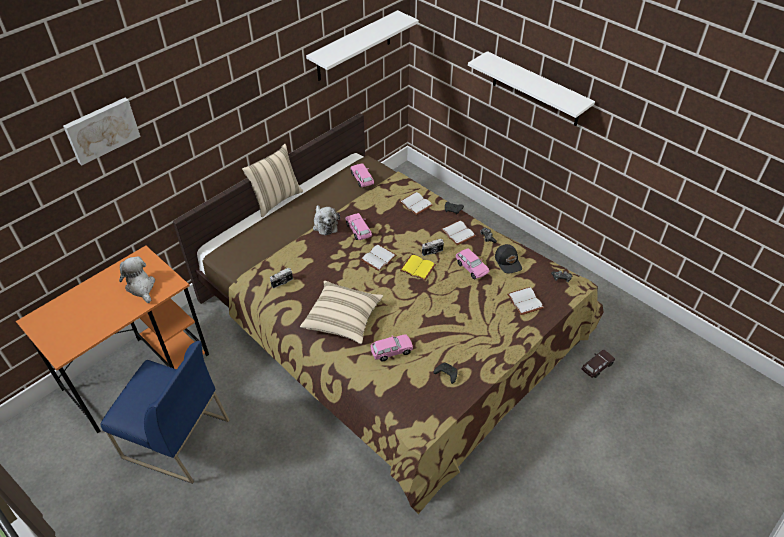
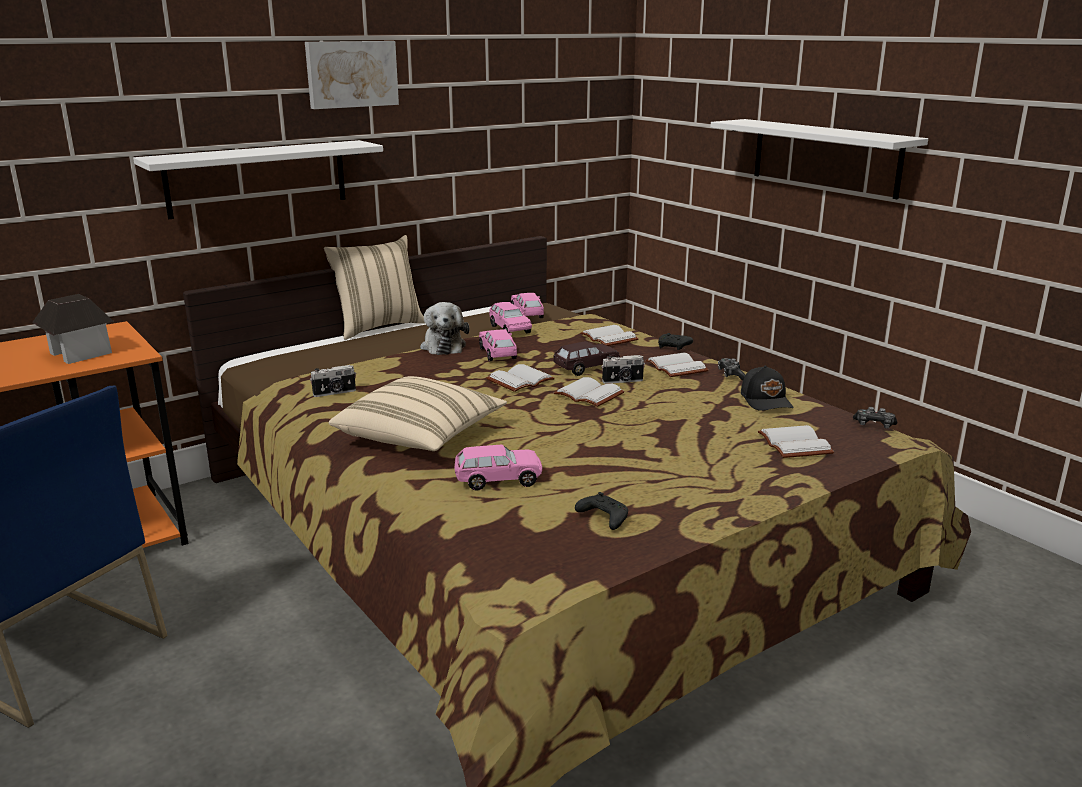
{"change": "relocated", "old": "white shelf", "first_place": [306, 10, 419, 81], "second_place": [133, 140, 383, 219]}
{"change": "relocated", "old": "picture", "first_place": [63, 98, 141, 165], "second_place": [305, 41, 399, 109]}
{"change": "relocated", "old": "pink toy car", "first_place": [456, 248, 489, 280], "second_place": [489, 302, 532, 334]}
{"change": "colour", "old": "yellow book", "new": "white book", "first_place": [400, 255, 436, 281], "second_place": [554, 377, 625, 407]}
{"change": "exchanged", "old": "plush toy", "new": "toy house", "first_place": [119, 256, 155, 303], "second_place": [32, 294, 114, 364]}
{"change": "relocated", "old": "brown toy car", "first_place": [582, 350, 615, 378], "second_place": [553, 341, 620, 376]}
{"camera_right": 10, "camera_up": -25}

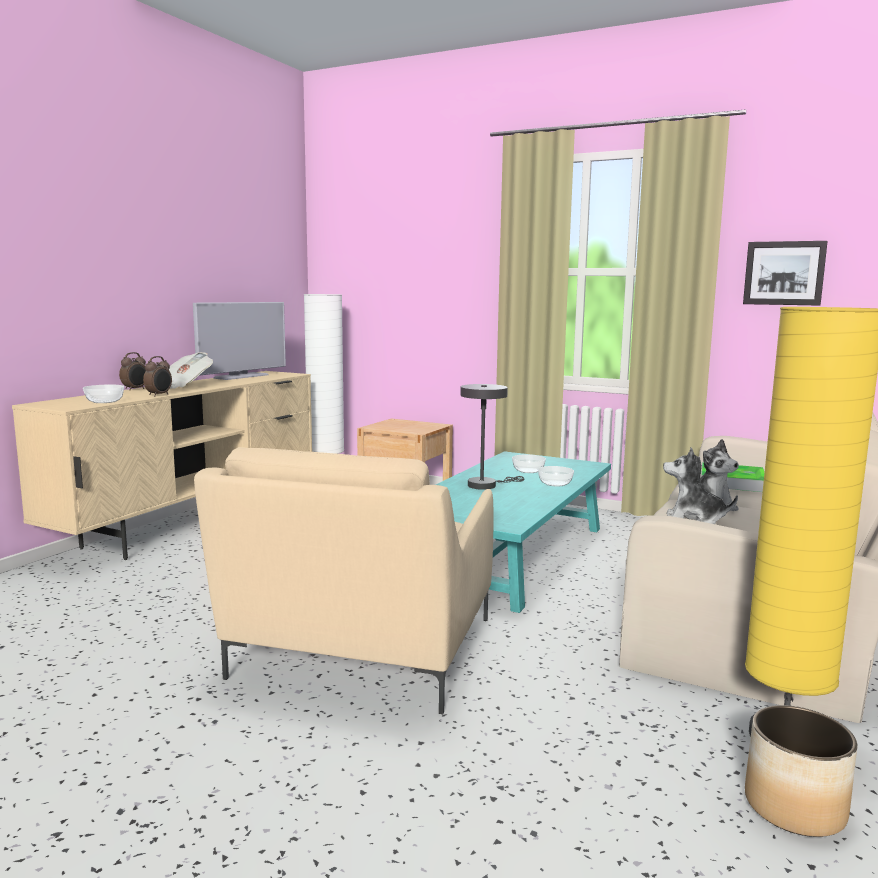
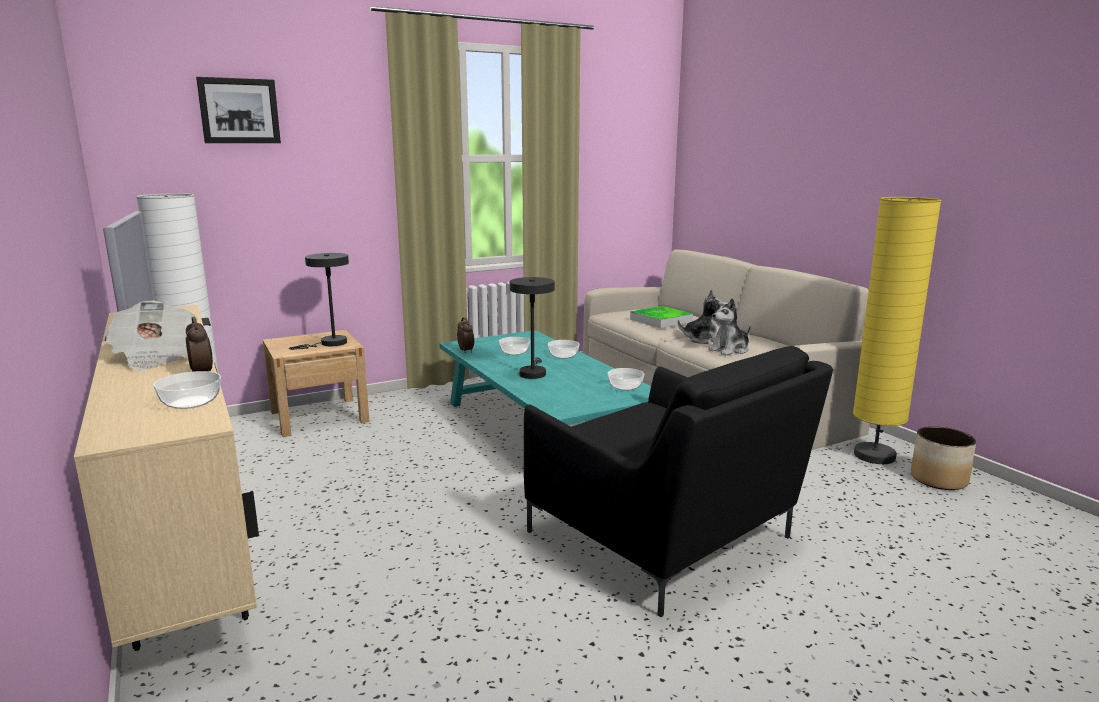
{"change": "relocated", "old": "picture", "first_place": [743, 241, 828, 306], "second_place": [196, 77, 281, 143]}
{"change": "relocated", "old": "alarm clock", "first_place": [119, 352, 146, 390], "second_place": [457, 317, 474, 353]}
{"change": "colour", "old": "beige armchair", "new": "black armchair", "first_place": [194, 447, 493, 714], "second_place": [524, 346, 833, 617]}
{"change": "appeared", "new": "grey table lamp", "second_place": [289, 253, 349, 350]}
{"change": "appeared", "new": "bowl", "second_place": [607, 368, 644, 391]}
{"camera_right": -55, "camera_up": 5}

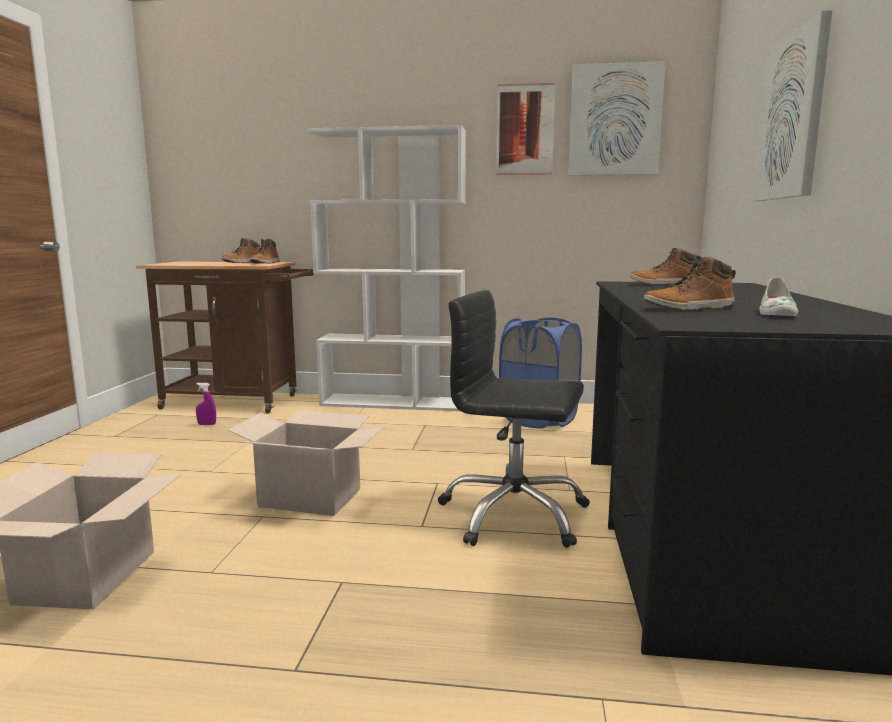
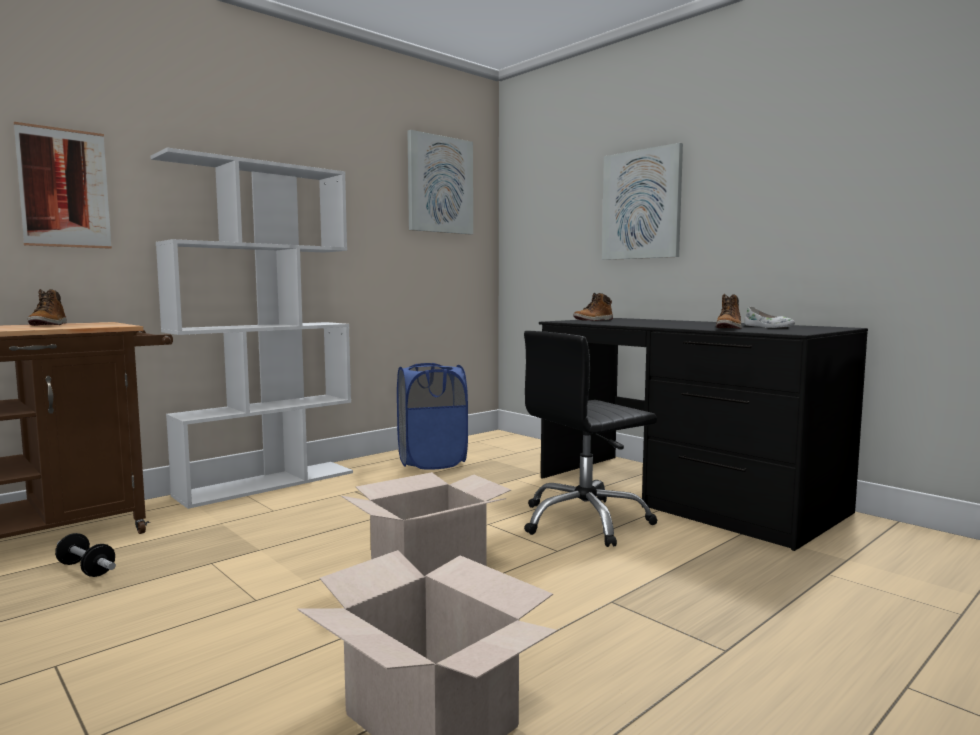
{"change": "relocated", "old": "picture", "first_place": [496, 83, 555, 175], "second_place": [14, 122, 112, 249]}
{"change": "missing", "old": "boot", "first_place": [250, 238, 279, 264]}
{"change": "exchanged", "old": "purple spray bottle", "new": "dumbbell", "first_place": [196, 383, 216, 425], "second_place": [55, 533, 116, 577]}
{"camera_right": -50, "camera_up": -5}

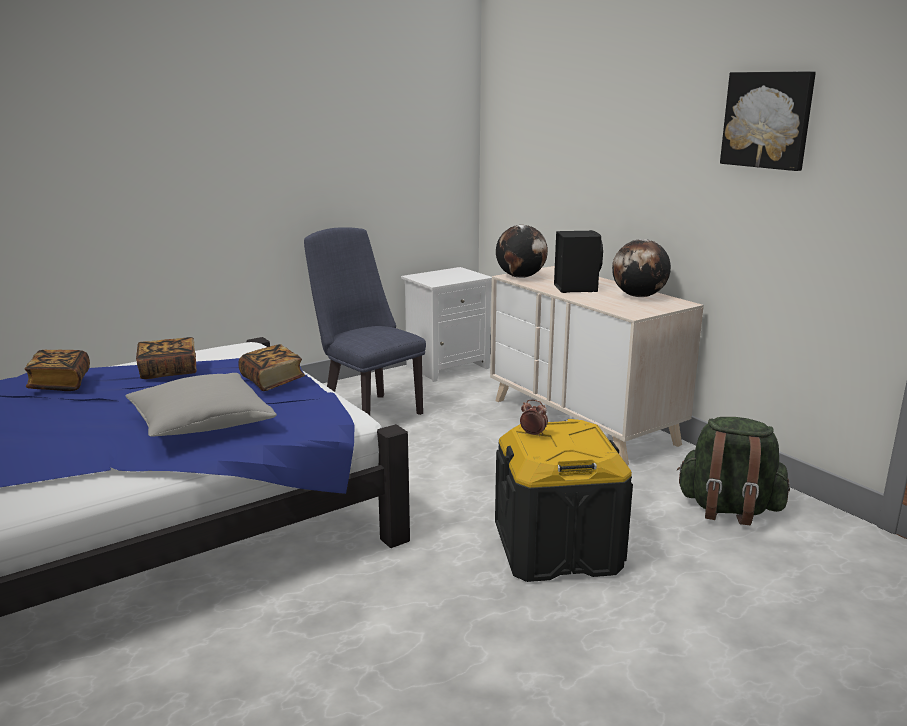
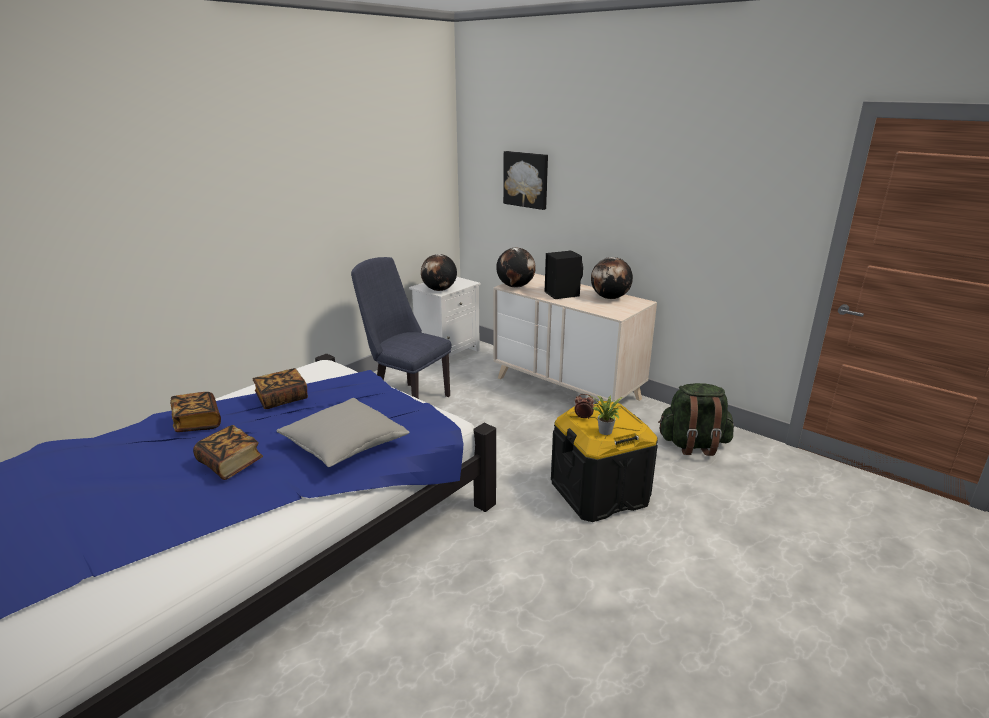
{"change": "relocated", "old": "picture", "first_place": [720, 71, 816, 171], "second_place": [503, 151, 548, 210]}
{"change": "relocated", "old": "book", "first_place": [238, 344, 305, 391], "second_place": [193, 425, 263, 480]}
{"change": "appeared", "new": "globe", "second_place": [421, 254, 457, 291]}
{"change": "appeared", "new": "potted plant", "second_place": [590, 395, 623, 435]}
{"camera_right": -15, "camera_up": 5}

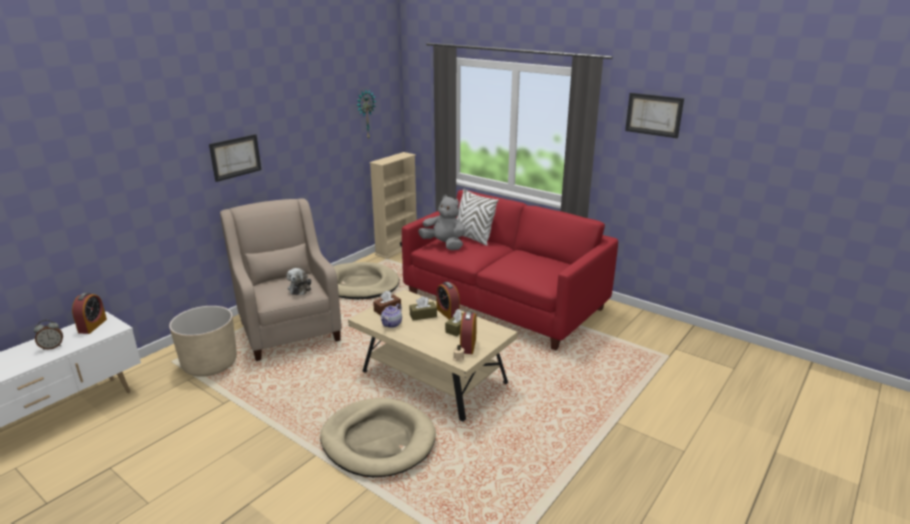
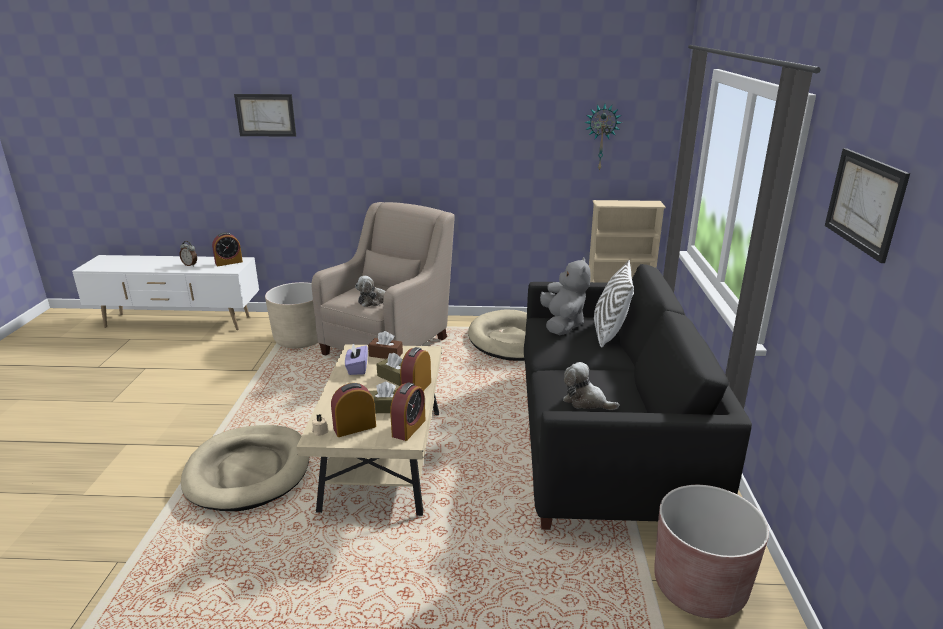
{"change": "relocated", "old": "picture", "first_place": [209, 134, 261, 182], "second_place": [234, 94, 296, 137]}
{"change": "colour", "old": "red sofa", "new": "black sofa", "first_place": [402, 190, 618, 350], "second_place": [524, 264, 752, 530]}
{"change": "exchanged", "old": "teapot", "new": "purple tissue box", "first_place": [380, 303, 402, 328], "second_place": [345, 343, 368, 375]}
{"change": "appeared", "new": "plush toy", "second_place": [563, 362, 619, 410]}
{"change": "appeared", "new": "alarm clock", "second_place": [390, 383, 425, 441]}
{"change": "appeared", "new": "brown planter", "second_place": [654, 485, 769, 619]}
{"camera_right": 55, "camera_up": 0}

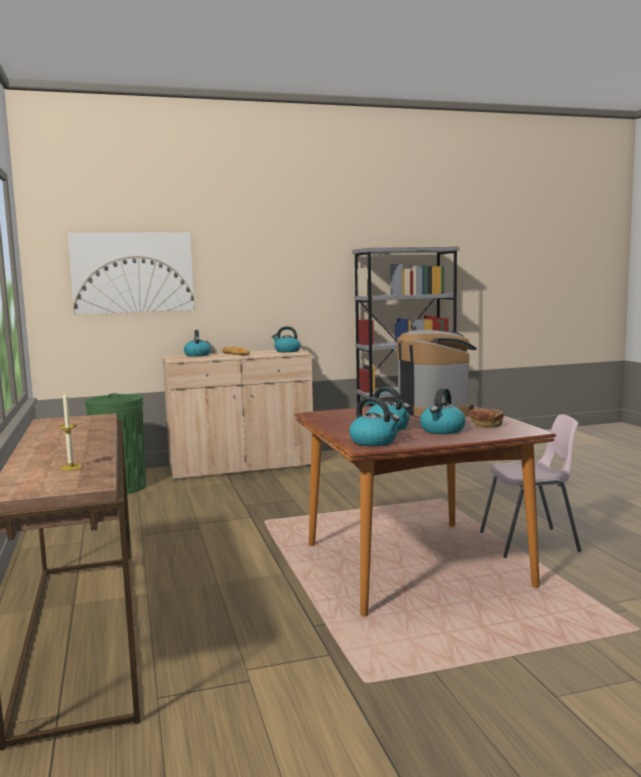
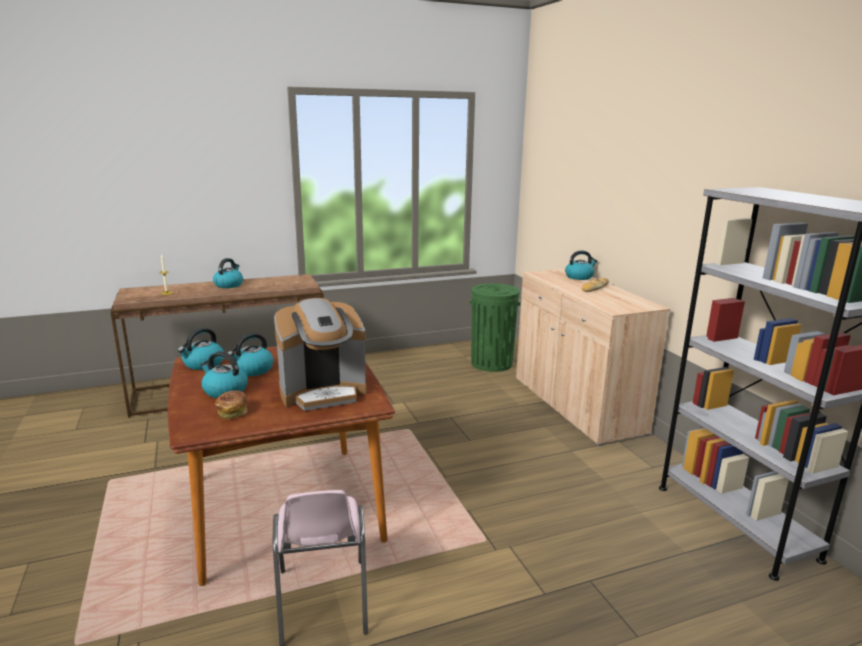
{"change": "missing", "old": "picture", "first_place": [68, 232, 194, 314]}
{"change": "relocated", "old": "kettle", "first_place": [272, 326, 301, 352], "second_place": [213, 258, 243, 288]}
{"camera_right": 85, "camera_up": 10}

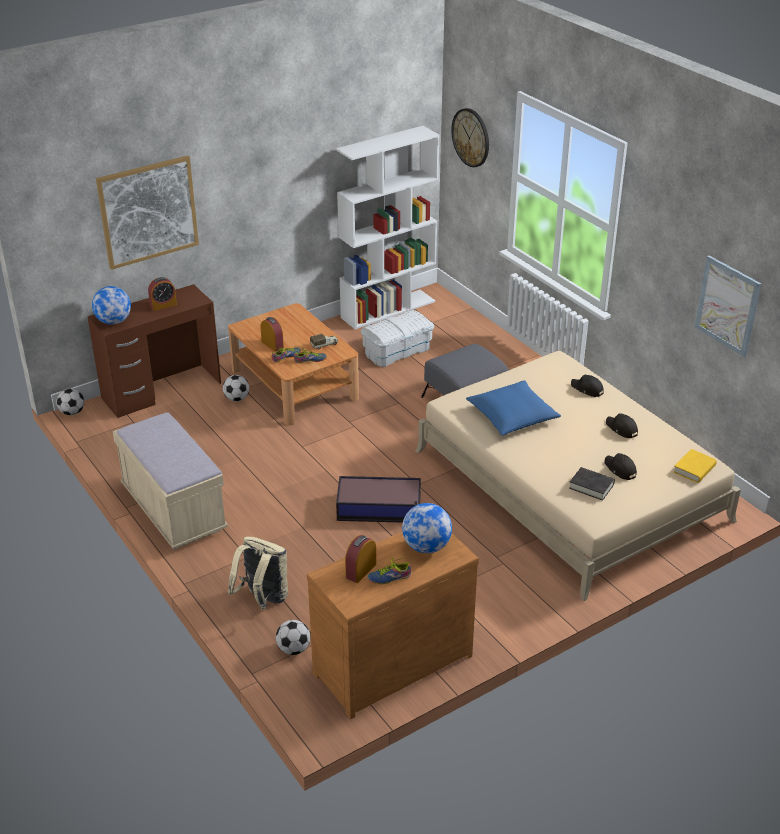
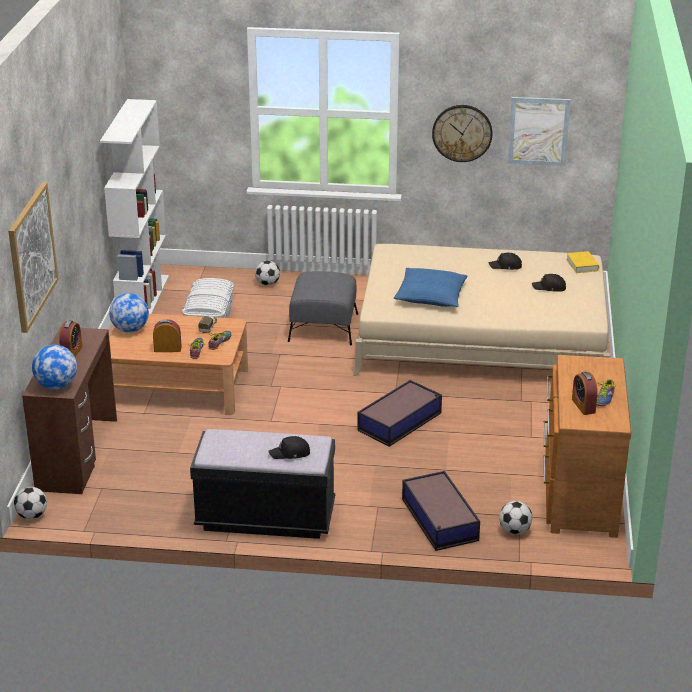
{"change": "relocated", "old": "wall clock", "first_place": [451, 108, 489, 167], "second_place": [432, 105, 493, 162]}
{"change": "relocated", "old": "football", "first_place": [223, 375, 250, 402], "second_place": [255, 260, 280, 286]}
{"change": "relocated", "old": "black cap", "first_place": [571, 375, 604, 397], "second_place": [268, 436, 310, 459]}
{"change": "colour", "old": "beige bench", "new": "black bench", "first_place": [113, 412, 228, 550], "second_place": [190, 429, 335, 539]}
{"change": "missing", "old": "black book", "first_place": [569, 467, 615, 501]}
{"change": "relocated", "old": "globe", "first_place": [402, 503, 452, 553], "second_place": [109, 293, 149, 333]}
{"change": "exchanged", "old": "beige backpack", "new": "storage box", "first_place": [228, 537, 288, 610], "second_place": [402, 471, 480, 551]}
{"camera_right": -50, "camera_up": -5}

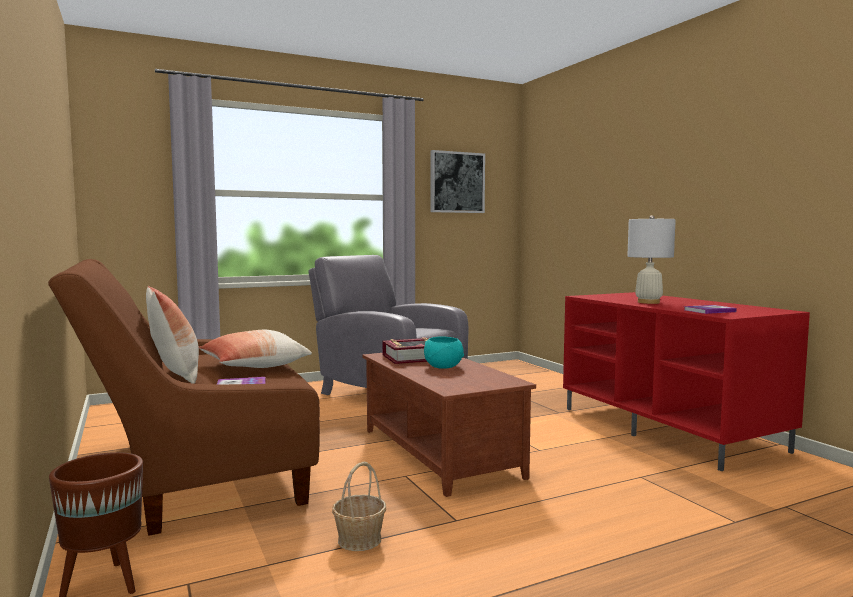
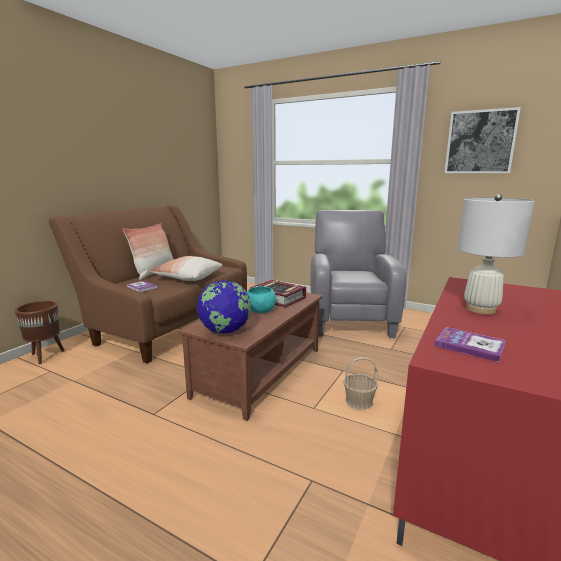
{"change": "relocated", "old": "basket", "first_place": [332, 462, 386, 551], "second_place": [343, 357, 378, 410]}
{"change": "appeared", "new": "globe", "second_place": [197, 280, 251, 334]}
{"camera_right": 55, "camera_up": 10}

